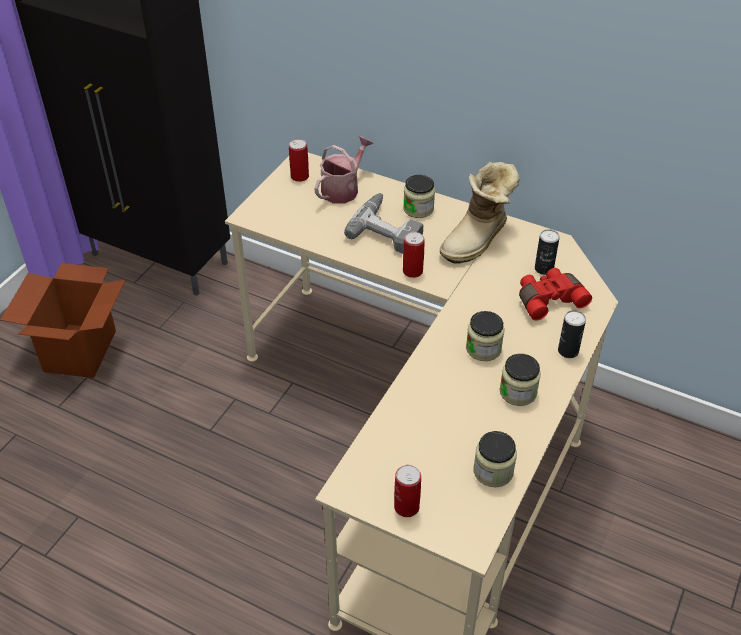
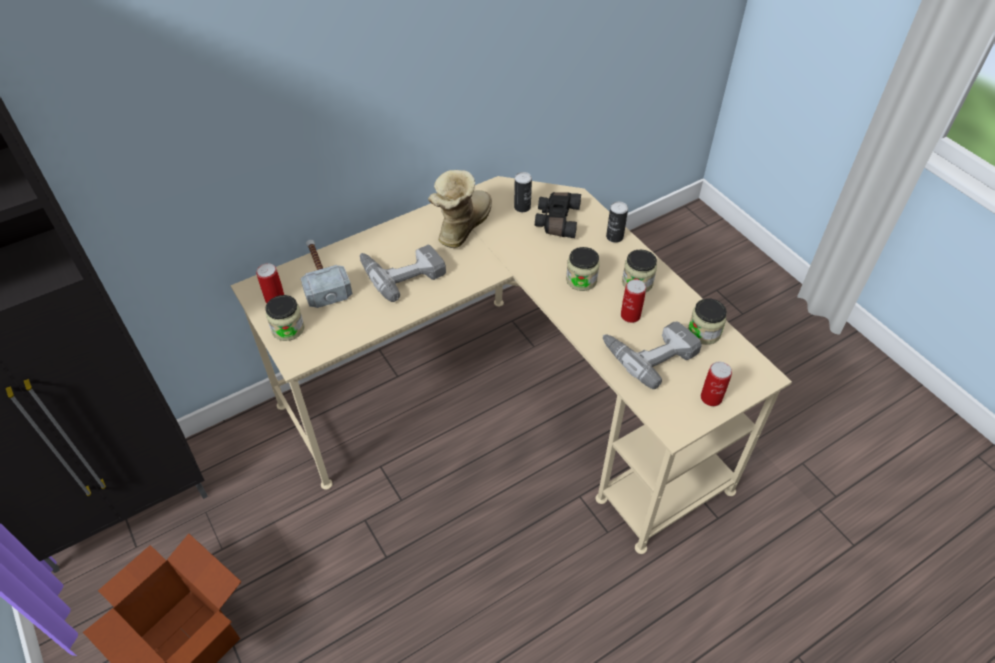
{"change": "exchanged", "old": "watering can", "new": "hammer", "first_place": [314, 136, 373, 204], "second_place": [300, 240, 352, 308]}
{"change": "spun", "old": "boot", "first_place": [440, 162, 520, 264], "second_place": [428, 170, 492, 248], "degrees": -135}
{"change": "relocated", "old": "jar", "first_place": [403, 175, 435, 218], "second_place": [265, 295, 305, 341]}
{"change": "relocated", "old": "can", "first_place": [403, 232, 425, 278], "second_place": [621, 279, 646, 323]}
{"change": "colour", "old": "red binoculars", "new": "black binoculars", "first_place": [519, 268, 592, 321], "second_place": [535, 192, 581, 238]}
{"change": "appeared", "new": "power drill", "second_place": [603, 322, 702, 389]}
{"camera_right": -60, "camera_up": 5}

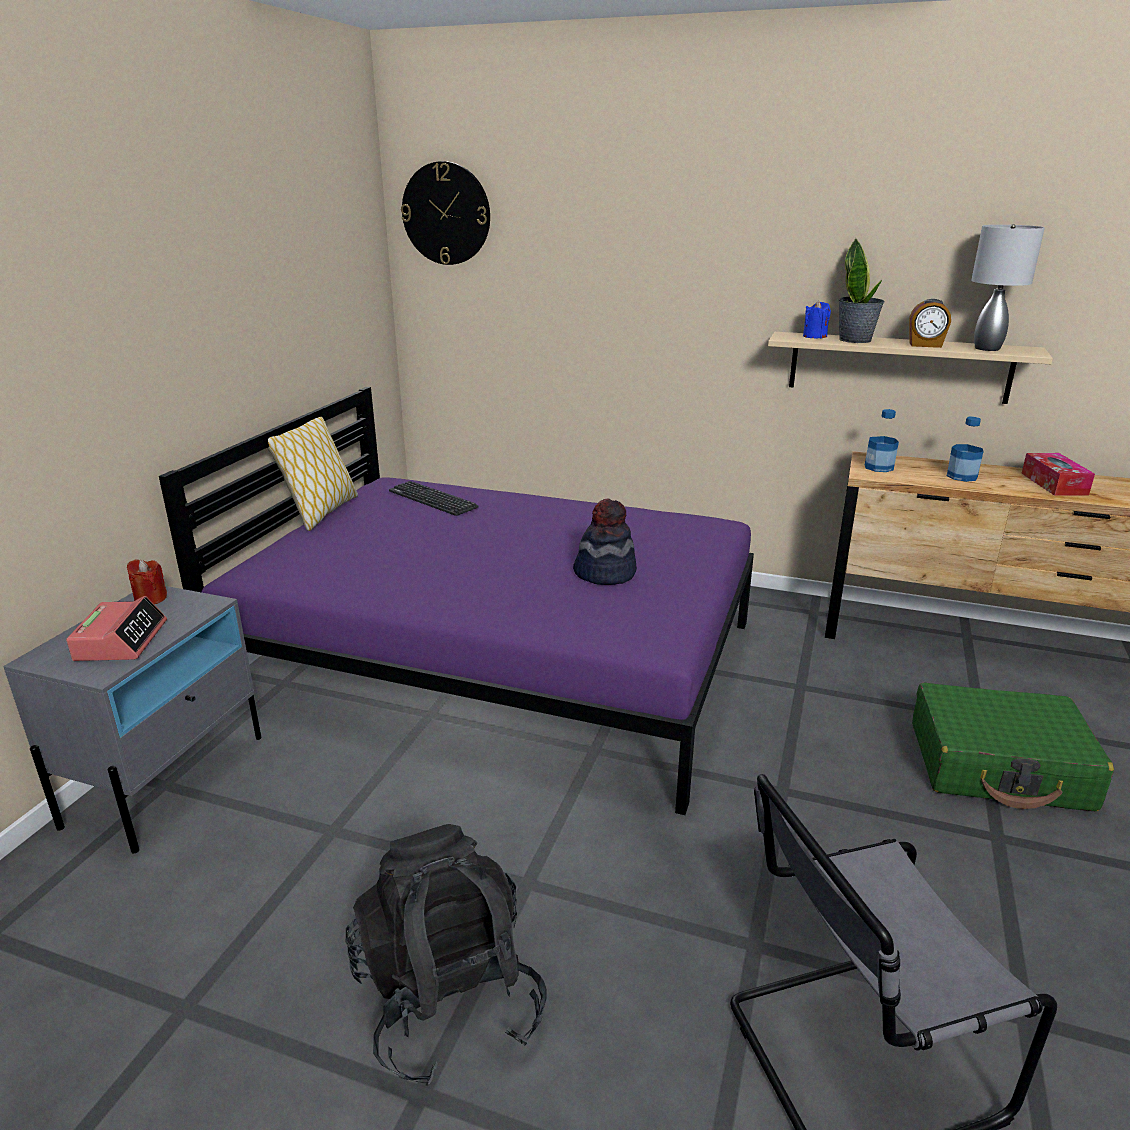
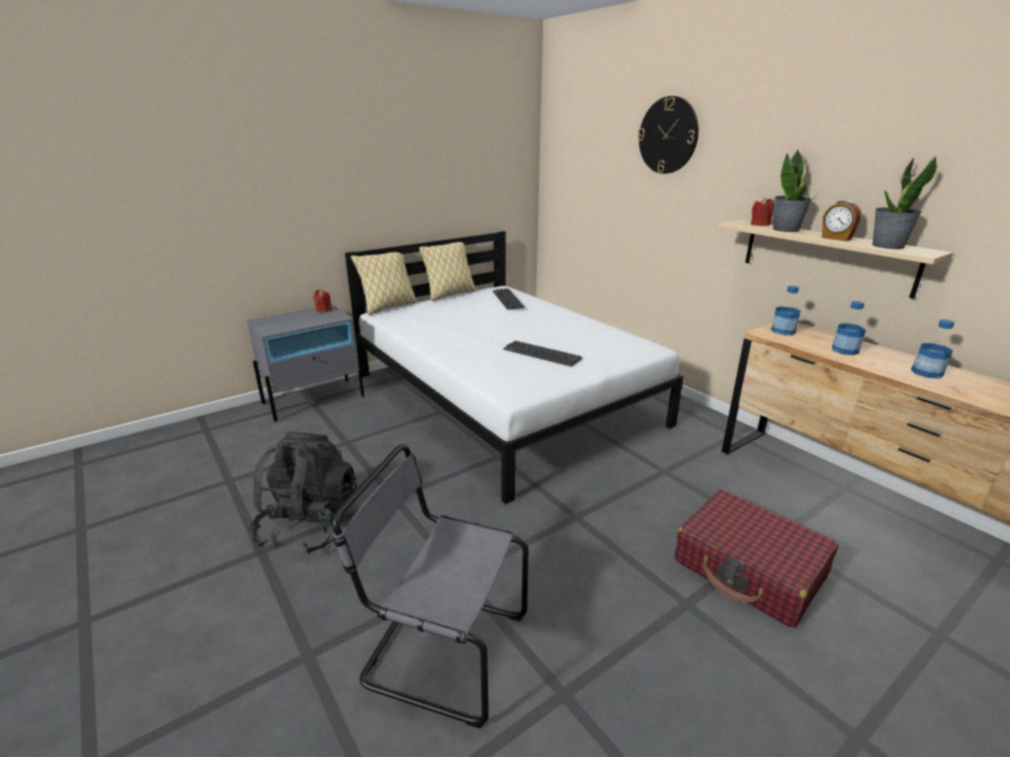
{"change": "relocated", "old": "wall clock", "first_place": [401, 161, 490, 265], "second_place": [638, 96, 699, 174]}
{"change": "exchanged", "old": "grey table lamp", "new": "potted plant", "first_place": [971, 224, 1045, 351], "second_place": [872, 156, 938, 249]}
{"change": "colour", "old": "blue candle", "new": "red candle", "first_place": [803, 300, 831, 338], "second_place": [751, 197, 774, 226]}
{"change": "colour", "old": "purple bed", "new": "white bed", "first_place": [159, 387, 754, 815], "second_place": [345, 231, 684, 504]}
{"change": "exchanged", "old": "tissue box", "new": "bottle", "first_place": [1021, 453, 1095, 496], "second_place": [911, 319, 954, 379]}
{"change": "exchanged", "old": "hat", "new": "keyboard", "first_place": [573, 498, 637, 585], "second_place": [503, 341, 582, 367]}
{"change": "missing", "old": "alarm clock", "first_place": [66, 596, 167, 661]}
{"change": "colour", "old": "green suitcase", "new": "red suitcase", "first_place": [912, 683, 1114, 812], "second_place": [675, 489, 838, 628]}
{"change": "appeared", "new": "pillow", "second_place": [351, 252, 417, 315]}
{"camera_right": 35, "camera_up": 0}

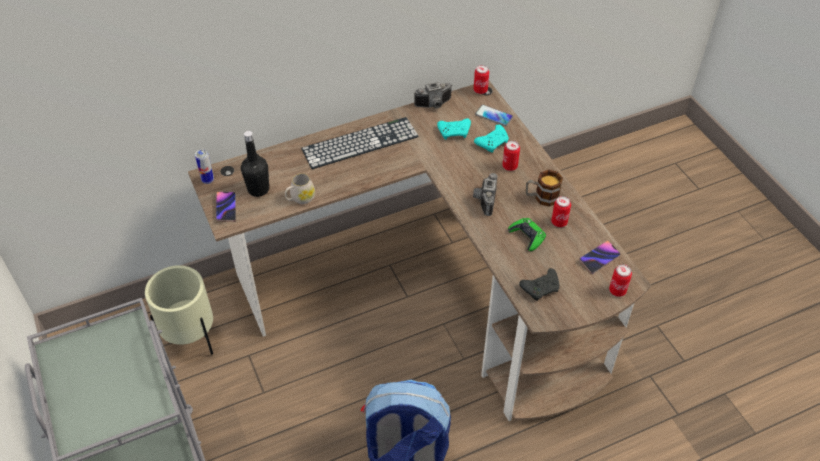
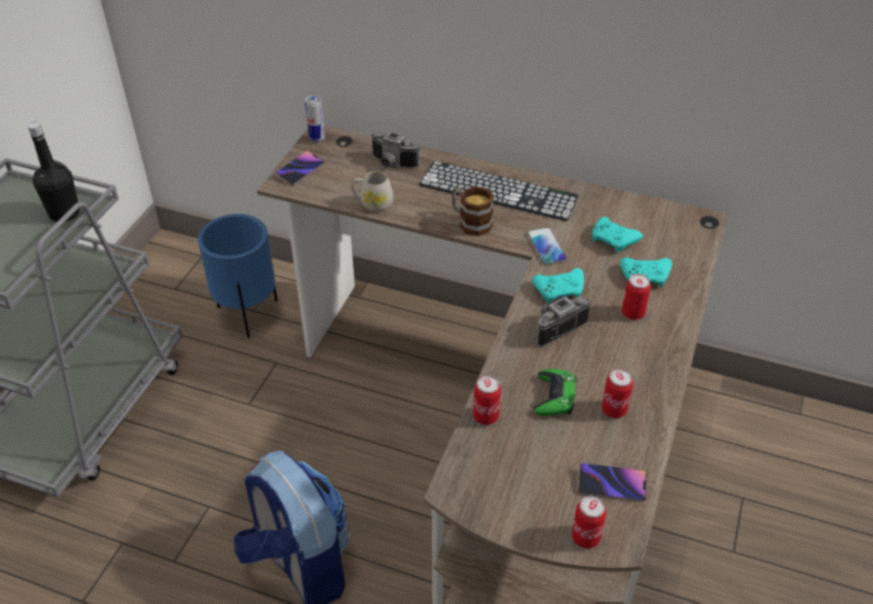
{"change": "relocated", "old": "can", "first_place": [474, 65, 489, 94], "second_place": [473, 376, 501, 425]}
{"change": "relocated", "old": "photo camera", "first_place": [414, 82, 452, 109], "second_place": [371, 131, 421, 168]}
{"change": "relocated", "old": "phone", "first_place": [475, 105, 513, 126], "second_place": [527, 227, 568, 265]}
{"change": "relocated", "old": "black bottle", "first_place": [241, 131, 269, 197], "second_place": [28, 122, 80, 222]}
{"change": "relocated", "old": "mug", "first_place": [526, 169, 563, 207], "second_place": [452, 186, 494, 236]}
{"change": "colour", "old": "beige planter", "new": "blue planter", "first_place": [145, 265, 213, 355], "second_place": [198, 214, 278, 338]}
{"change": "missing", "old": "black game controller", "first_place": [519, 268, 560, 301]}
{"change": "appeared", "new": "turquoise game controller", "second_place": [532, 268, 584, 303]}
{"camera_right": 45, "camera_up": -5}

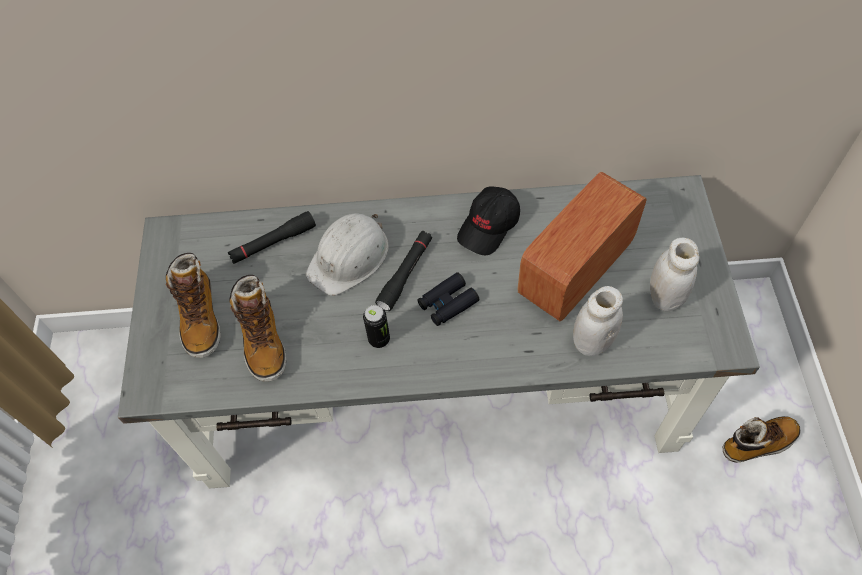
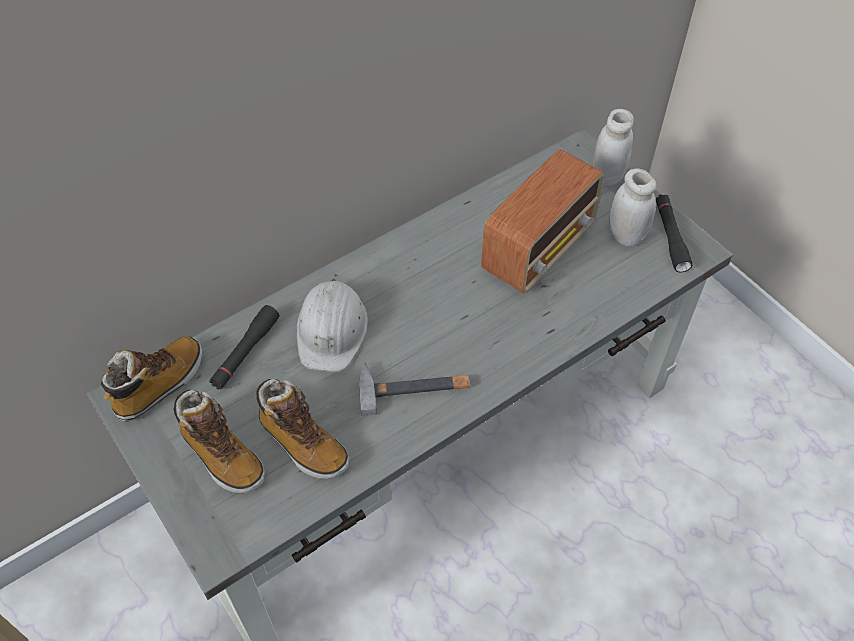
{"change": "spun", "old": "radio", "first_place": [517, 172, 647, 321], "second_place": [481, 149, 605, 294], "degrees": -150}
{"change": "missing", "old": "black cap", "first_place": [457, 186, 520, 255]}
{"change": "relocated", "old": "black flashlight", "first_place": [375, 231, 432, 311], "second_place": [656, 194, 692, 272]}
{"change": "missing", "old": "black binoculars", "first_place": [417, 272, 479, 326]}
{"change": "relocated", "old": "white jar", "first_place": [573, 286, 623, 356], "second_place": [594, 109, 634, 186]}
{"change": "exchanged", "old": "can", "new": "hammer", "first_place": [363, 305, 390, 348], "second_place": [359, 363, 470, 416]}
{"change": "relocated", "old": "boot", "first_place": [722, 416, 801, 463], "second_place": [101, 337, 202, 421]}
{"camera_right": -35, "camera_up": -5}

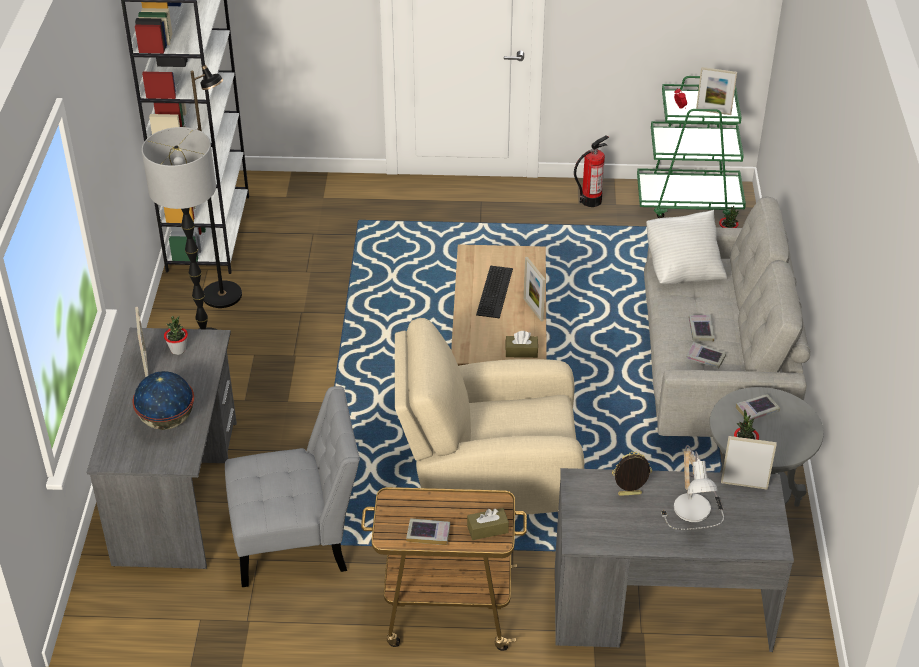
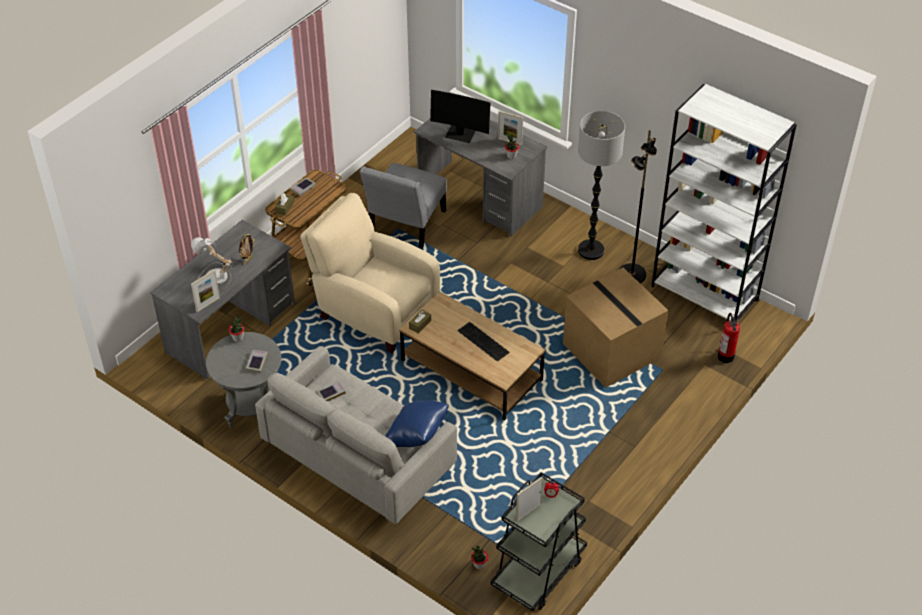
{"change": "colour", "old": "green cart", "new": "black cart", "first_place": [637, 76, 746, 218], "second_place": [491, 472, 587, 612]}
{"change": "relocated", "old": "fire extinguisher", "first_place": [574, 135, 609, 207], "second_place": [718, 313, 740, 363]}
{"change": "colour", "old": "white pillow", "new": "blue pillow", "first_place": [646, 210, 727, 284], "second_place": [385, 400, 448, 447]}
{"change": "missing", "old": "picture frame", "first_place": [524, 257, 545, 322]}
{"change": "missing", "old": "book", "first_place": [689, 314, 714, 342]}
{"change": "spun", "old": "beige armchair", "first_place": [395, 318, 584, 515], "second_place": [300, 193, 440, 353], "degrees": -90}
{"change": "exchanged", "old": "globe", "new": "monitor", "first_place": [133, 371, 194, 430], "second_place": [430, 90, 491, 143]}
{"change": "appeared", "new": "cardboard box", "second_place": [563, 268, 669, 388]}
{"camera_right": 125, "camera_up": 5}

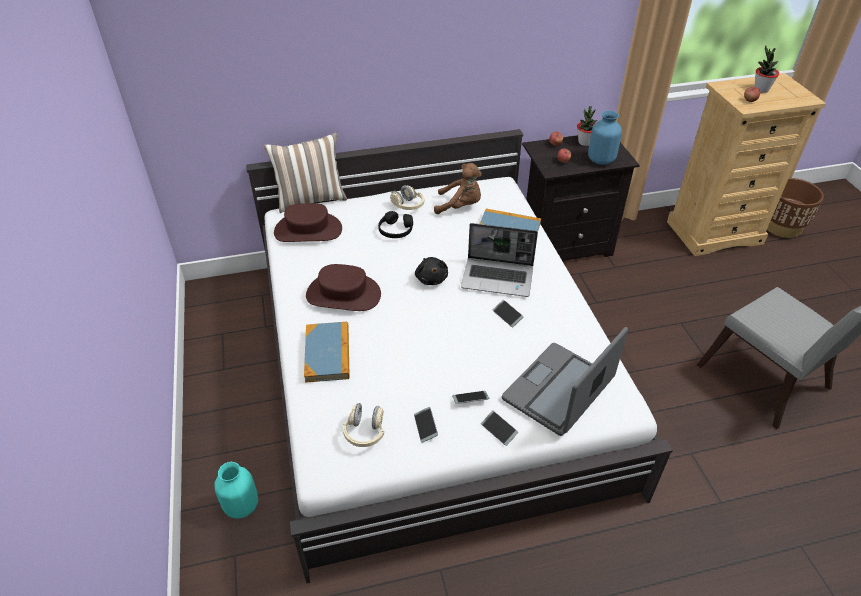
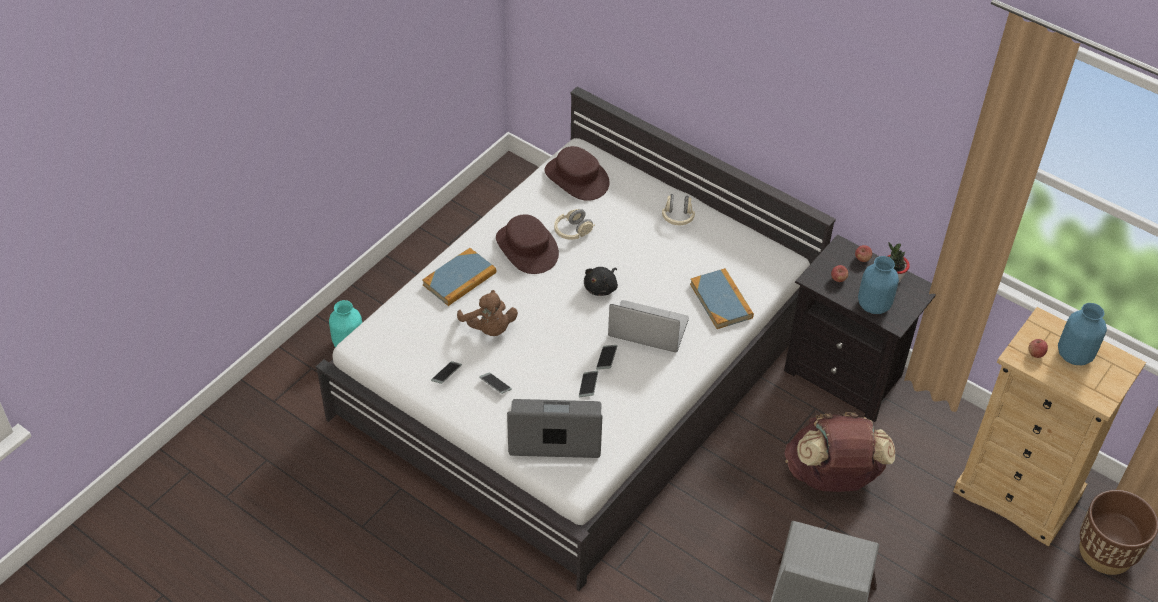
{"change": "exchanged", "old": "potted plant", "new": "blue vase", "first_place": [754, 46, 779, 93], "second_place": [1058, 303, 1107, 365]}
{"change": "missing", "old": "pillow", "first_place": [264, 133, 347, 213]}
{"change": "relocated", "old": "brown plush toy", "first_place": [434, 163, 482, 214], "second_place": [457, 290, 518, 336]}
{"change": "missing", "old": "black headphones", "first_place": [378, 211, 413, 238]}
{"change": "spun", "old": "laptop", "first_place": [461, 223, 538, 297], "second_place": [608, 300, 689, 352], "degrees": 135}
{"change": "relocated", "old": "beige headphones", "first_place": [343, 403, 384, 447], "second_place": [554, 209, 595, 240]}
{"change": "relocated", "old": "phone", "first_place": [481, 410, 518, 446], "second_place": [579, 370, 598, 397]}
{"change": "appeared", "new": "brown backpack", "second_place": [785, 412, 895, 492]}
{"camera_right": 50, "camera_up": 5}

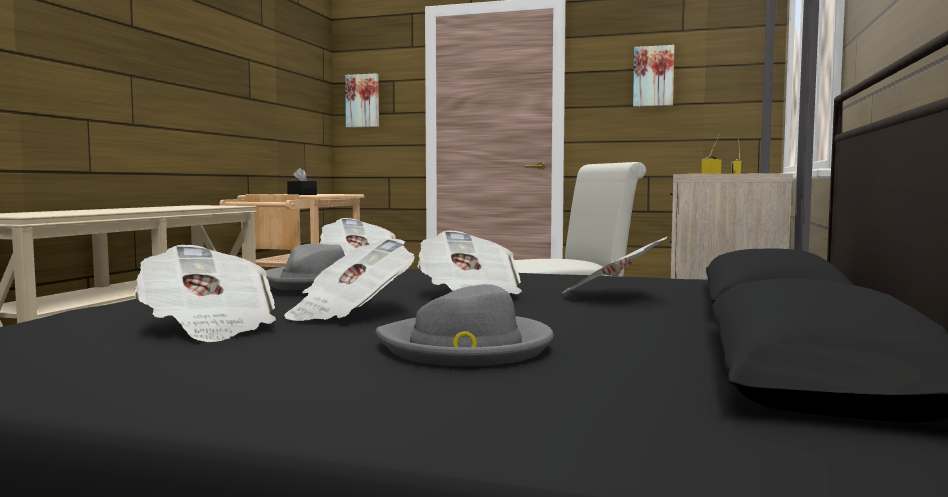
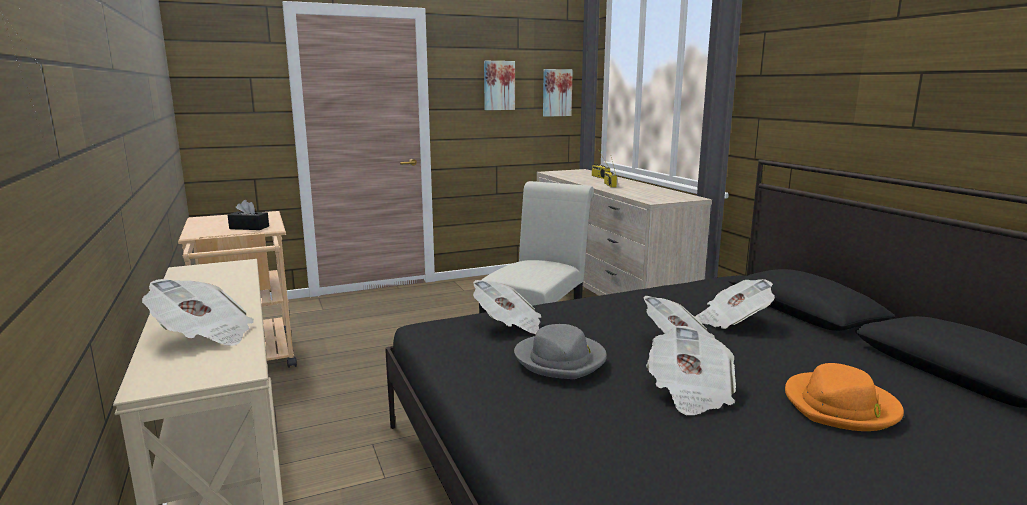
{"change": "relocated", "old": "picture", "first_place": [345, 73, 379, 128], "second_place": [543, 69, 573, 117]}
{"change": "relocated", "old": "newspaper", "first_place": [134, 245, 276, 342], "second_place": [142, 279, 254, 346]}
{"change": "colour", "old": "grey hat", "new": "orange hat", "first_place": [376, 284, 554, 366], "second_place": [785, 363, 904, 431]}
{"camera_right": -40, "camera_up": 10}

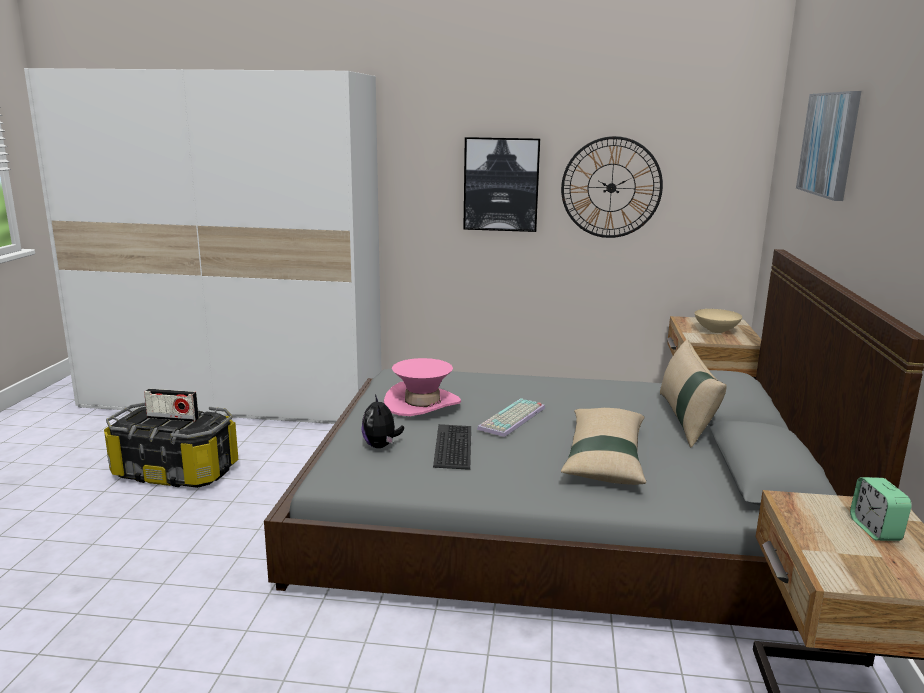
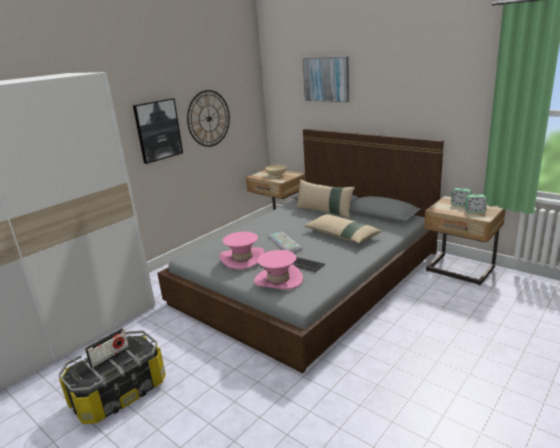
{"change": "exchanged", "old": "plush toy", "new": "pink hat", "first_place": [361, 395, 404, 448], "second_place": [254, 250, 303, 289]}
{"change": "appeared", "new": "alarm clock", "second_place": [465, 195, 487, 213]}
{"camera_right": -55, "camera_up": 5}

